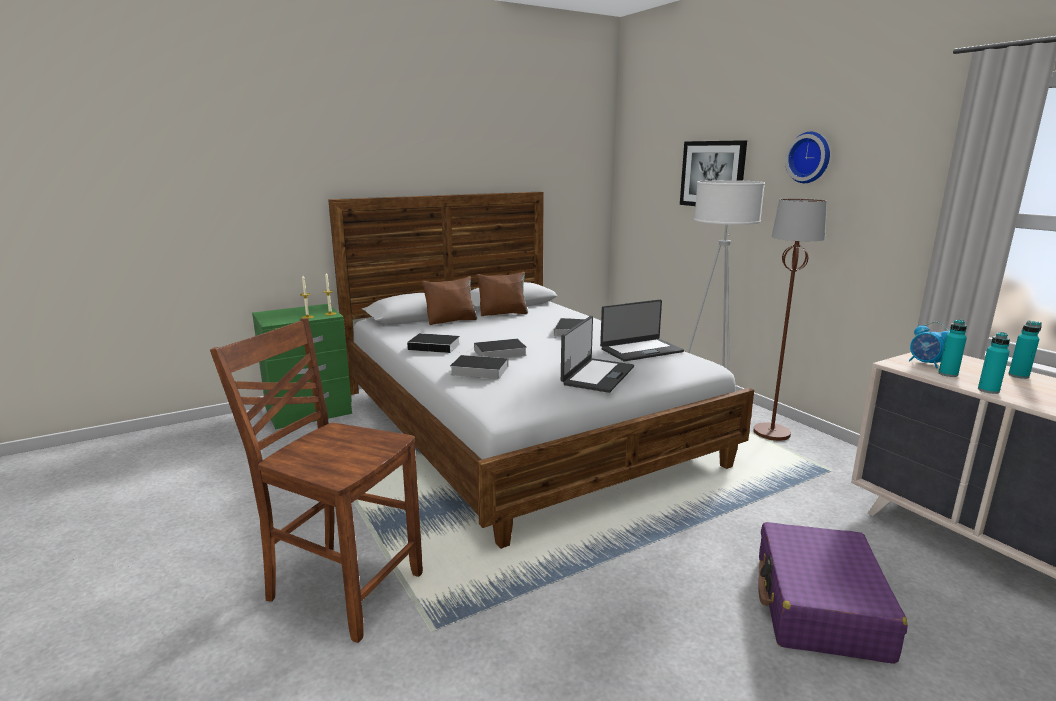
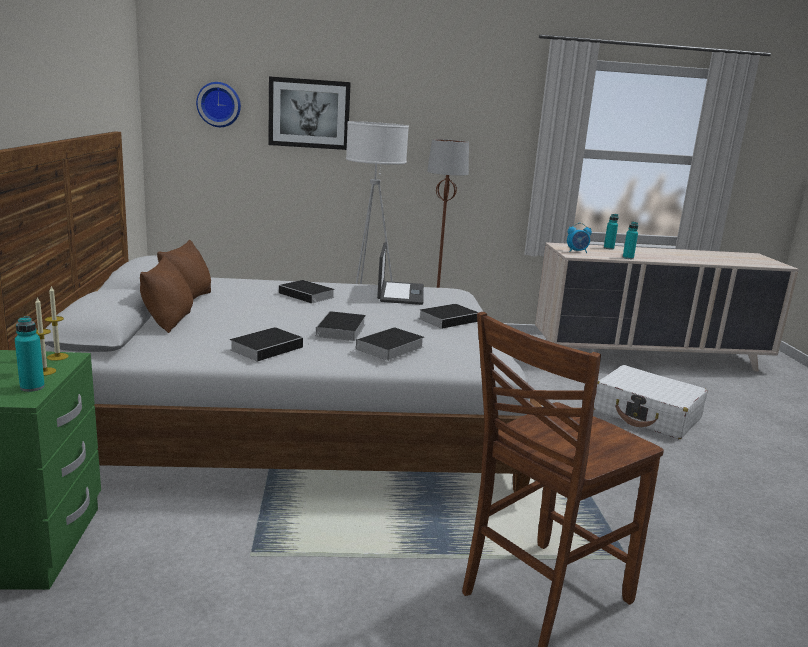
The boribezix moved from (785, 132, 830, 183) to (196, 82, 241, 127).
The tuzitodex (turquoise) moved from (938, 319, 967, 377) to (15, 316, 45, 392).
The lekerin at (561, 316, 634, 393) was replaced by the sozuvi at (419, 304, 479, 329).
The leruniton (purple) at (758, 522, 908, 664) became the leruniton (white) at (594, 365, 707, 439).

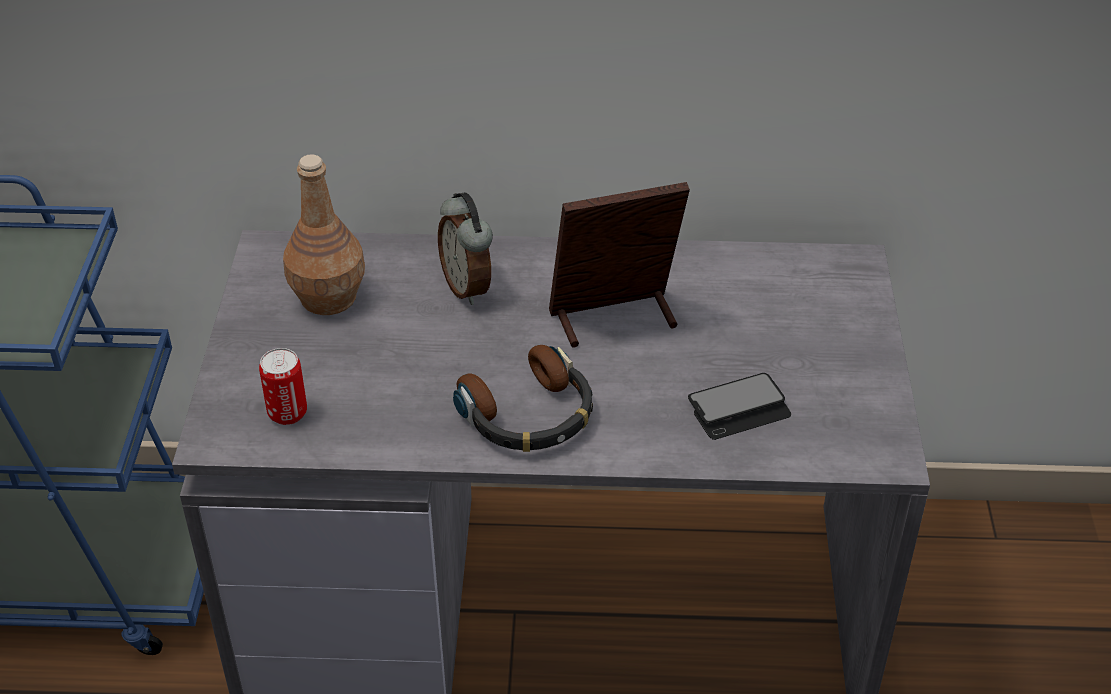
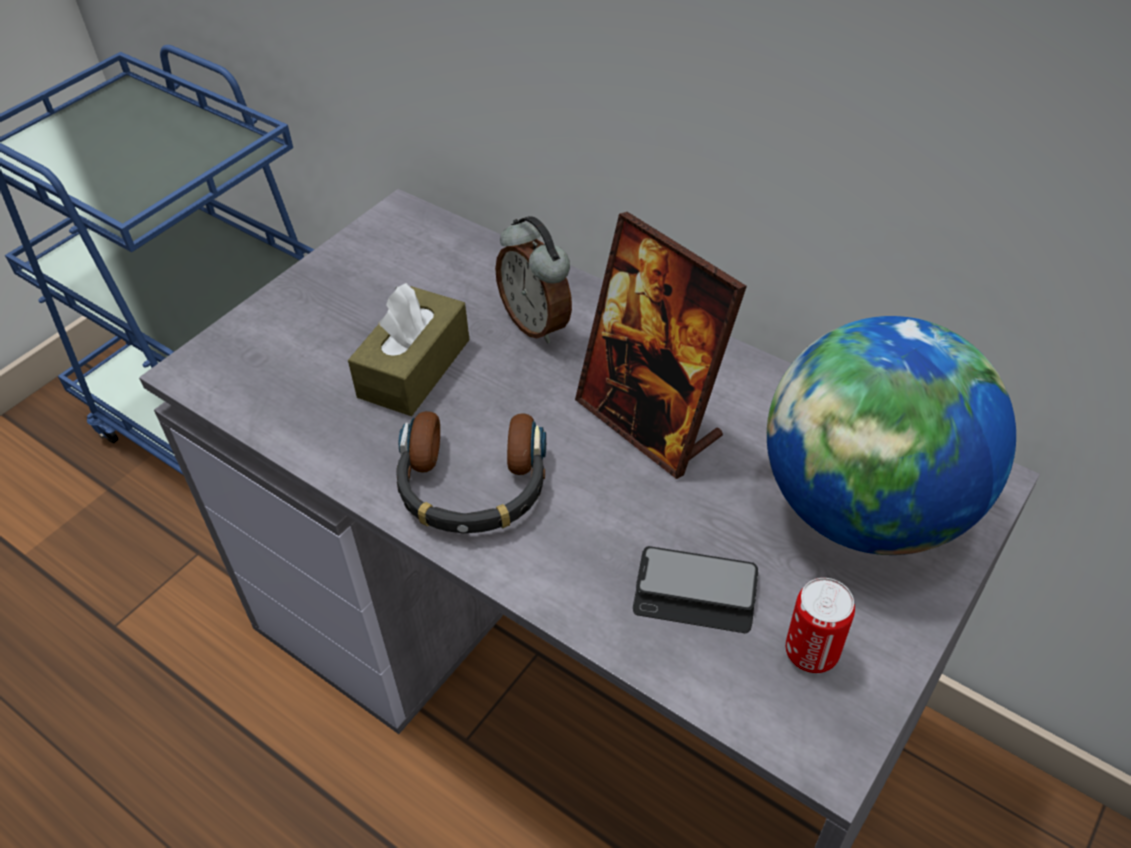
The tuzitodex (brown) at (283, 154, 365, 315) disappeared.
The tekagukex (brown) at (348, 283, 469, 416) appeared.
The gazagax at (767, 316, 1016, 555) appeared.
The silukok moved from (259, 348, 307, 425) to (786, 578, 855, 673).
The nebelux at (438, 192, 493, 305) turned 45 degrees counterclockwise.
The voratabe at (549, 182, 690, 348) turned 150 degrees counterclockwise.

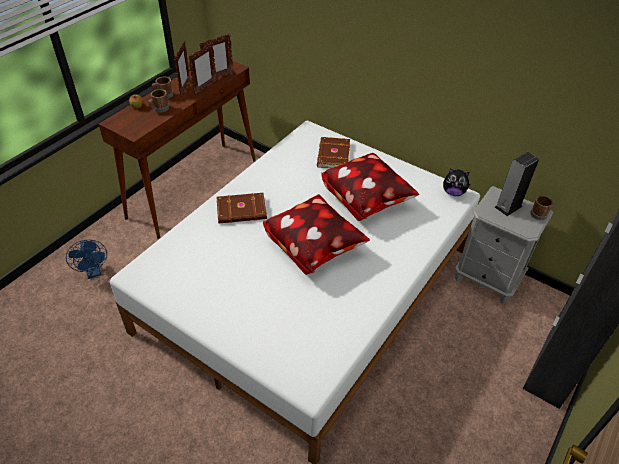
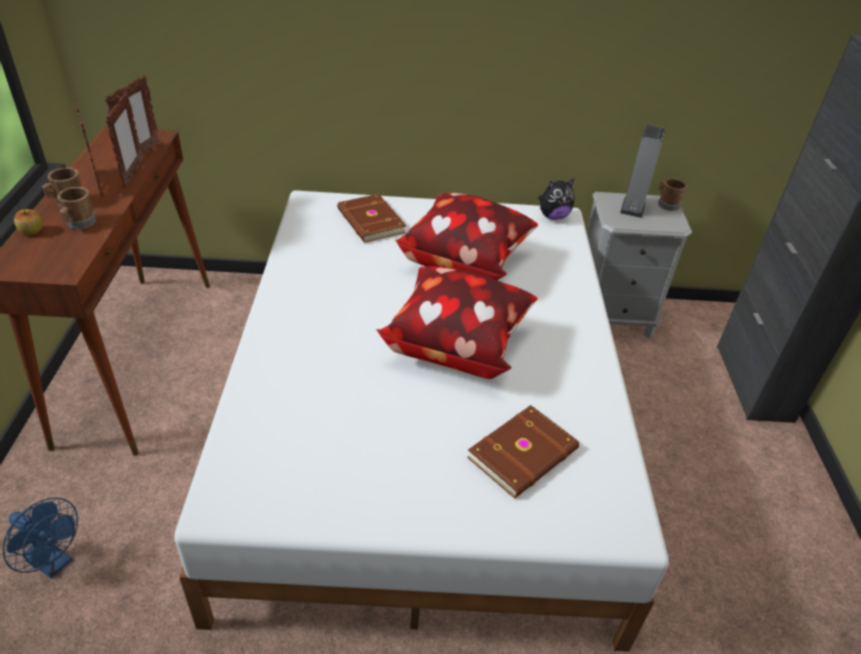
The sozuvi (brown) moved from (217, 193, 267, 223) to (467, 405, 579, 498).

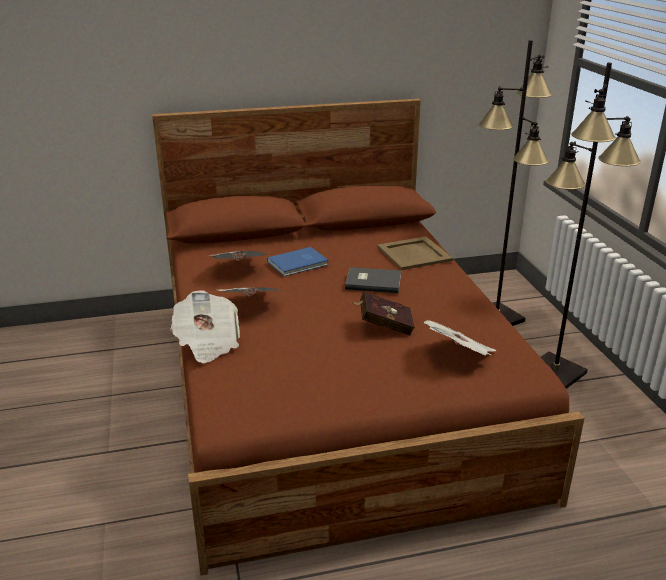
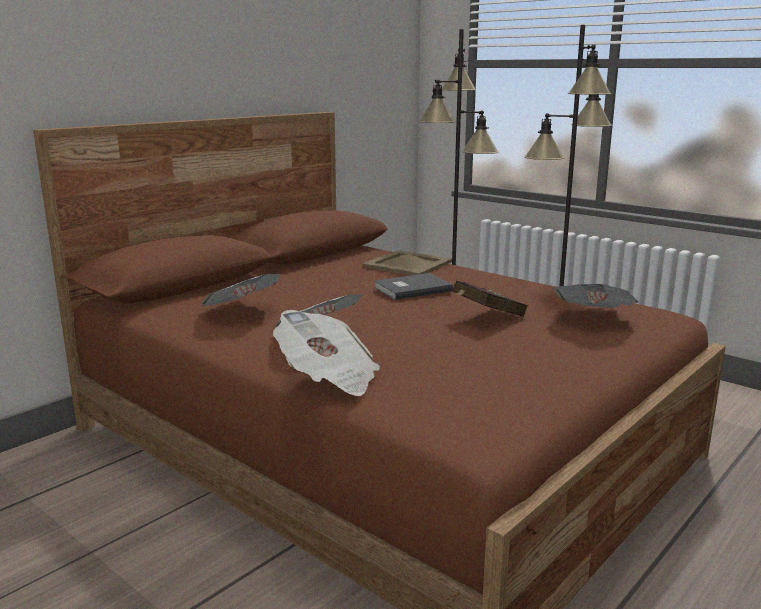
The sozuvi (blue) at (267, 247, 329, 276) disappeared.

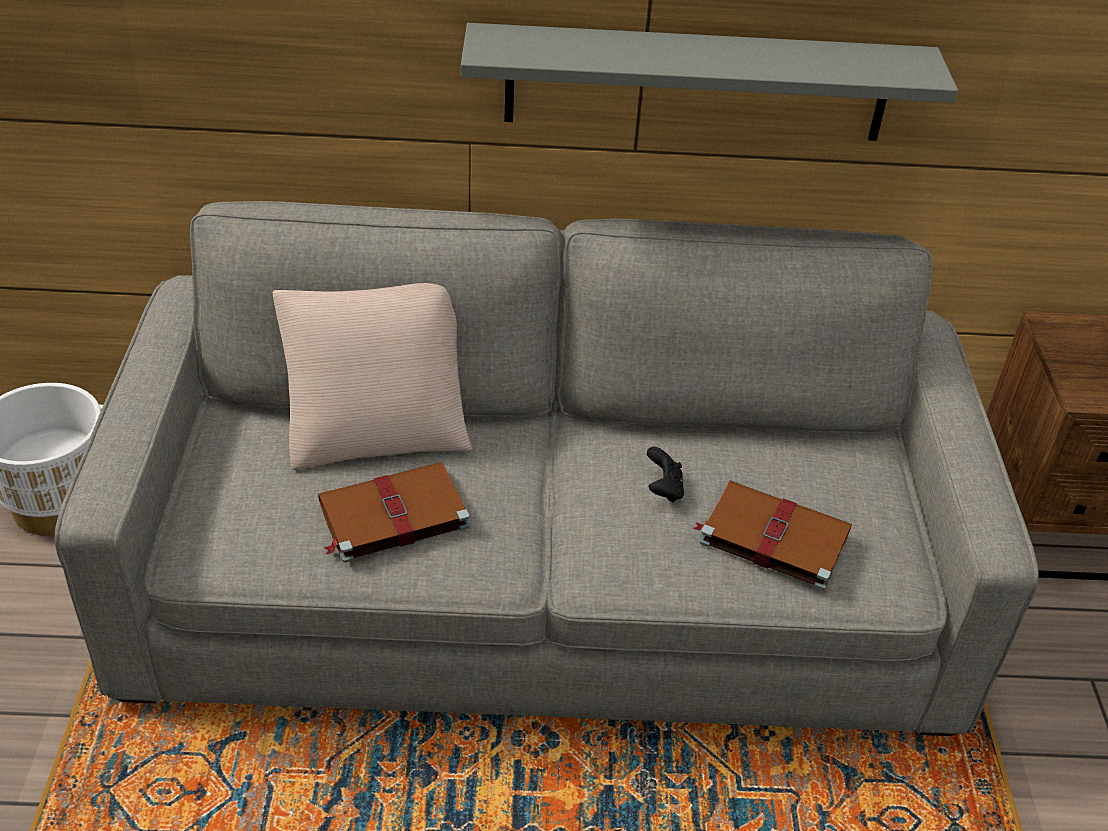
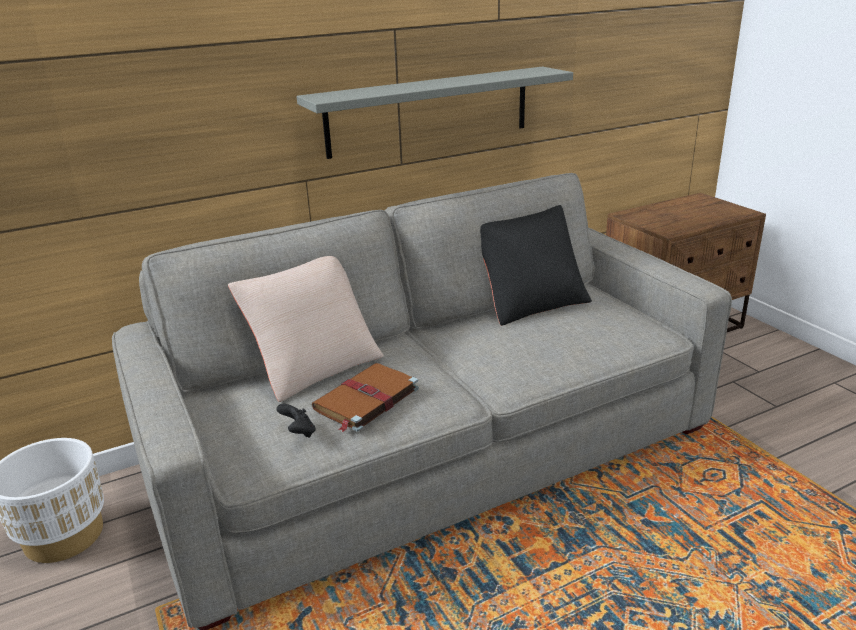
The sozuvi (brown) at (693, 481, 852, 590) disappeared.
The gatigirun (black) at (480, 205, 592, 326) appeared.
The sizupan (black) moved from (647, 447, 684, 503) to (277, 404, 316, 438).

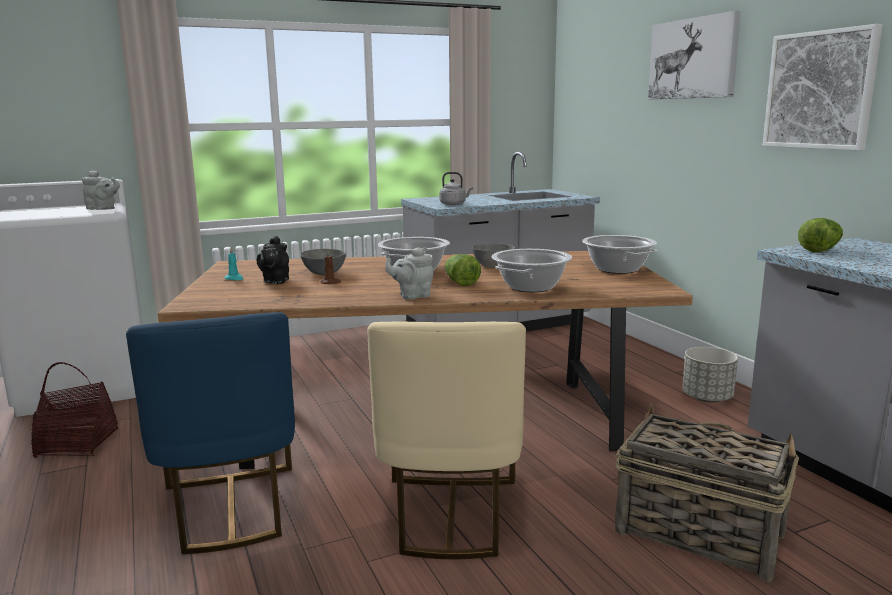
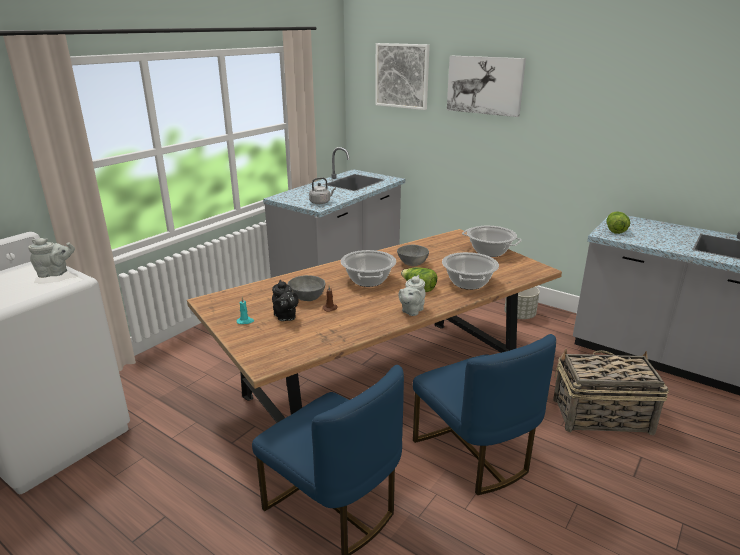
The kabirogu at (31, 362, 118, 458) disappeared.
The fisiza moved from (763, 24, 883, 151) to (375, 43, 430, 110).
The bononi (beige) at (367, 322, 526, 559) became the bononi (blue) at (413, 334, 556, 495).

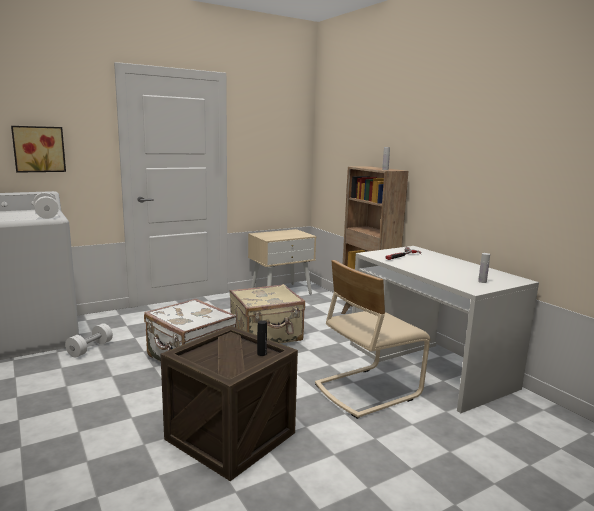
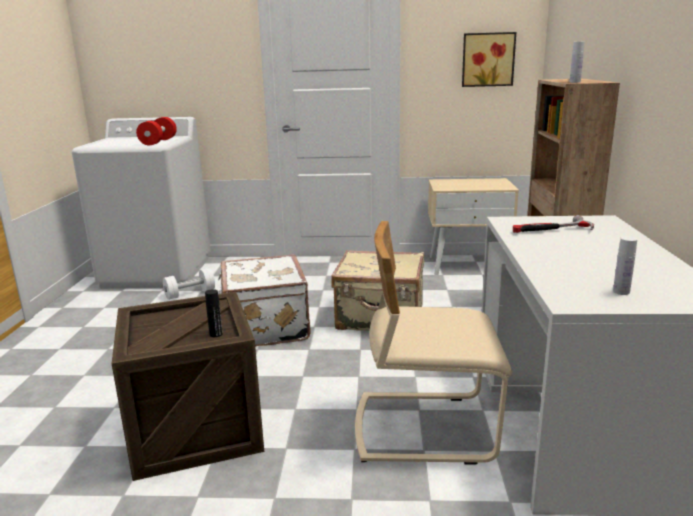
The fisiza moved from (11, 126, 66, 173) to (462, 32, 516, 87).
The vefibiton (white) at (33, 192, 59, 219) became the vefibiton (red) at (136, 117, 177, 145).

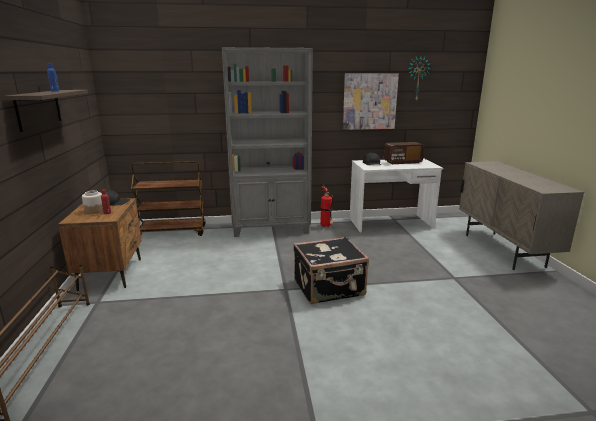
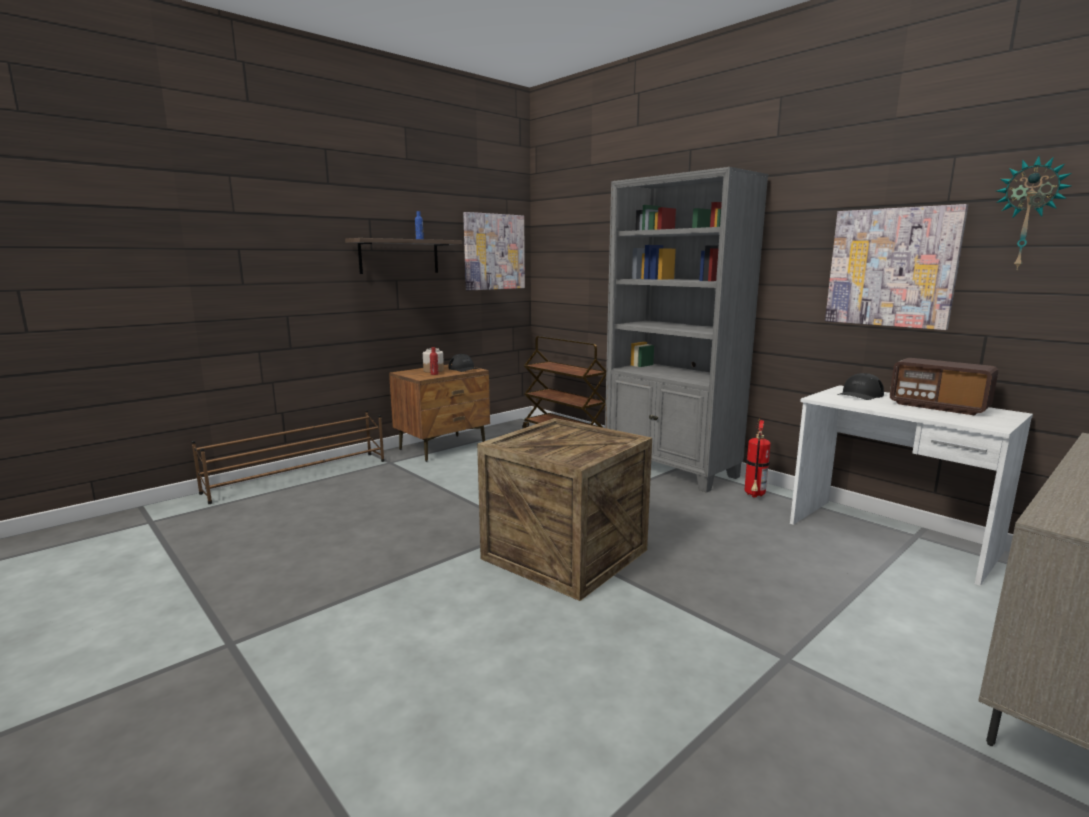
The fisiza at (463, 212, 525, 291) appeared.
The leruniton (black) at (293, 236, 369, 304) was replaced by the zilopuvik at (477, 418, 652, 601).

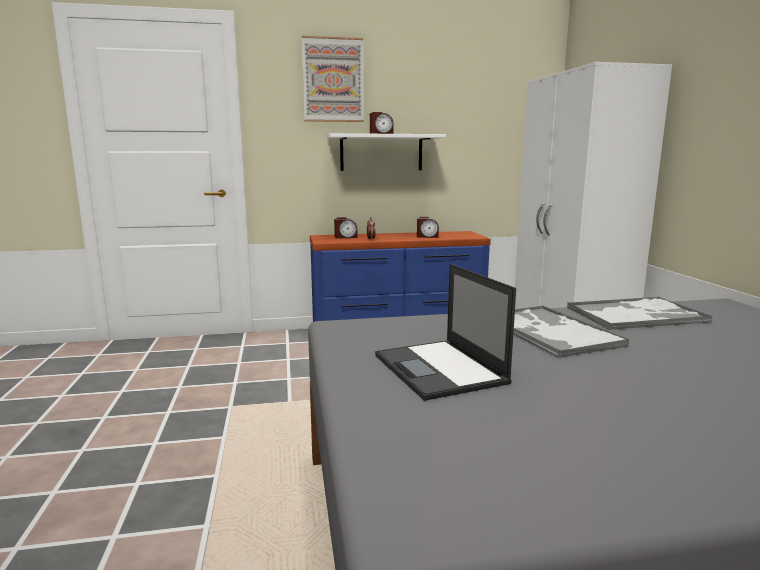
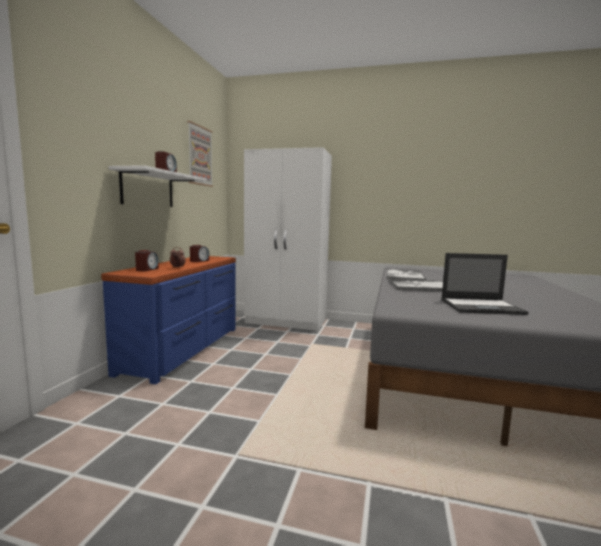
The fisiza moved from (302, 36, 364, 122) to (187, 121, 213, 187).

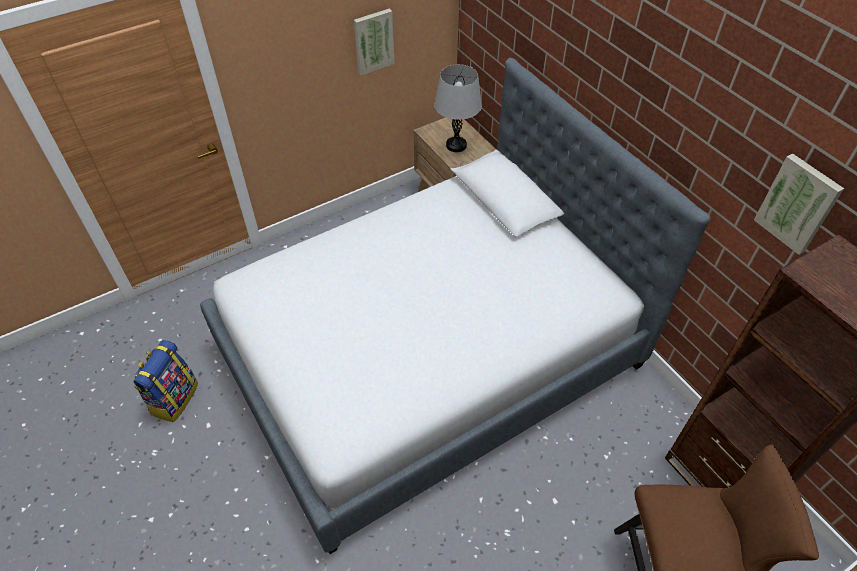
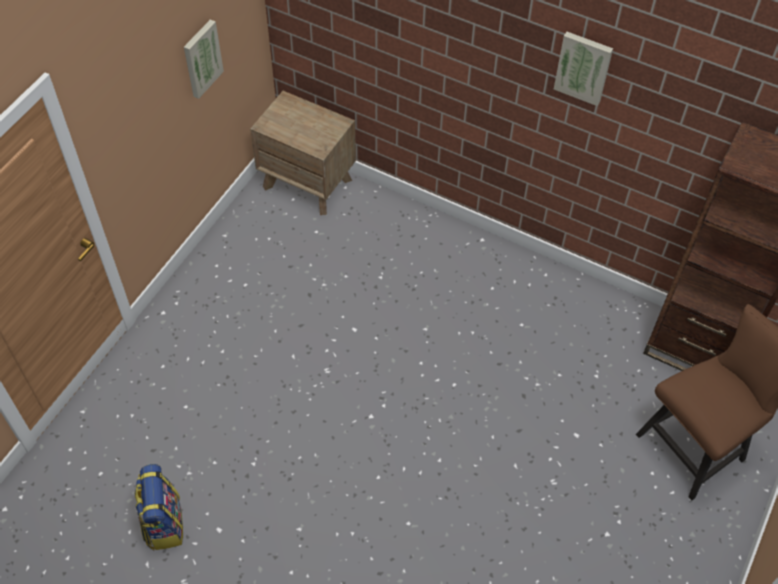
The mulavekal at (200, 58, 710, 554) disappeared.
The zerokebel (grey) at (434, 64, 482, 152) disappeared.
The fisiza moved from (754, 153, 844, 255) to (554, 32, 613, 106).

